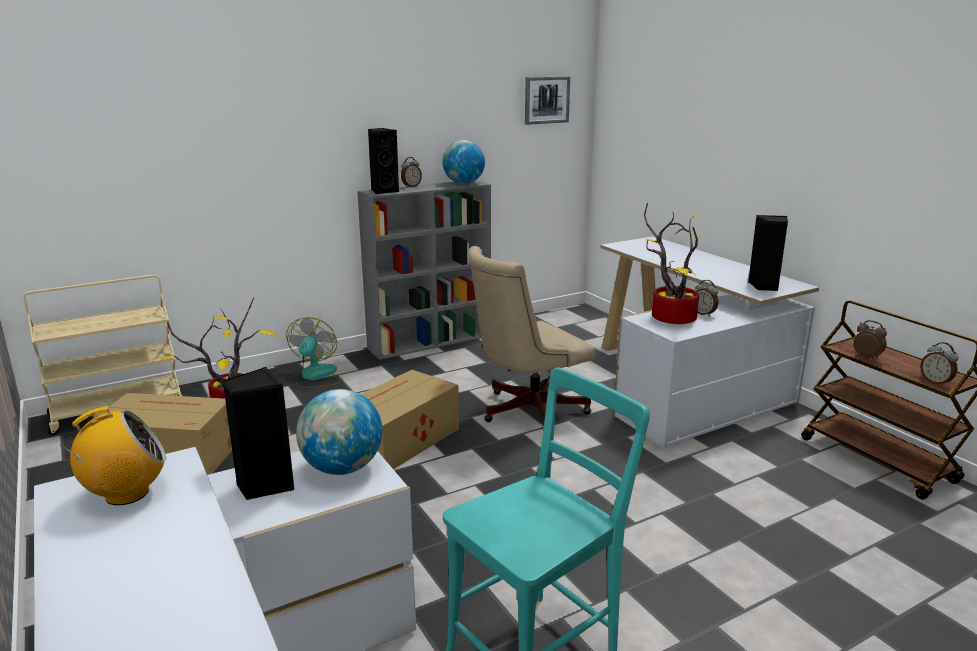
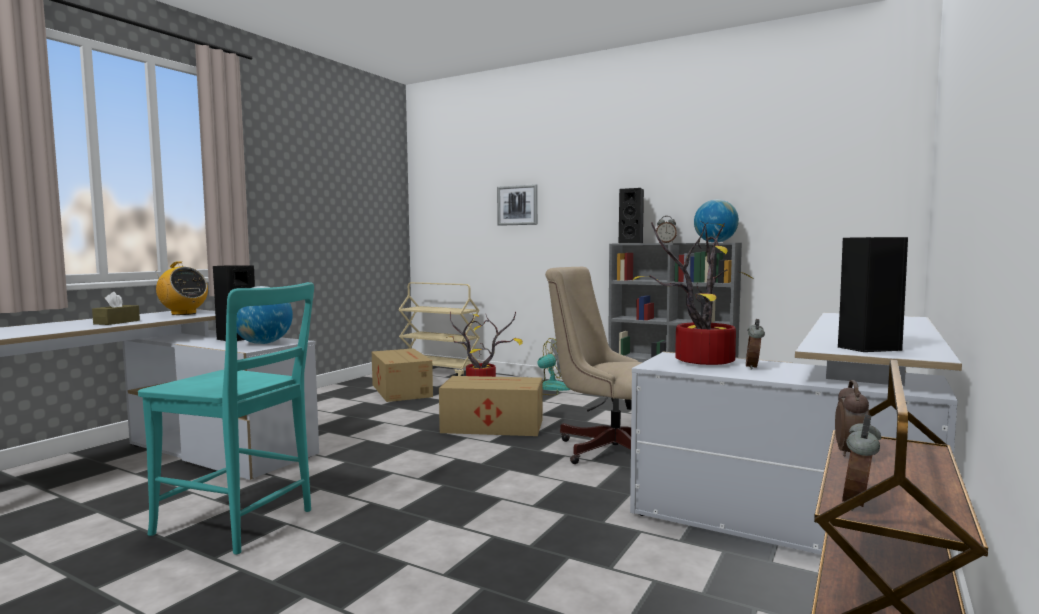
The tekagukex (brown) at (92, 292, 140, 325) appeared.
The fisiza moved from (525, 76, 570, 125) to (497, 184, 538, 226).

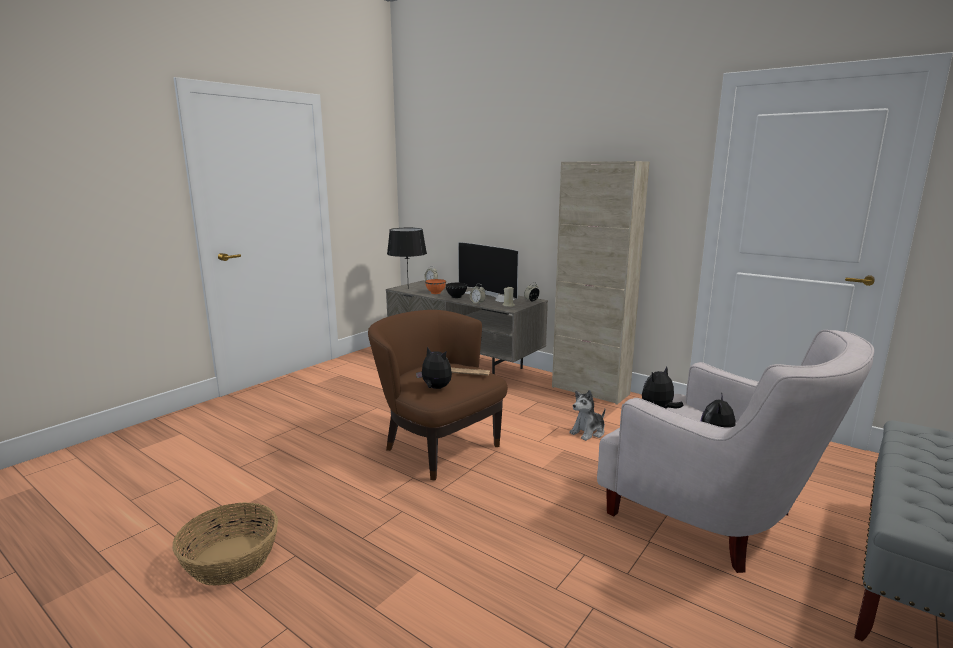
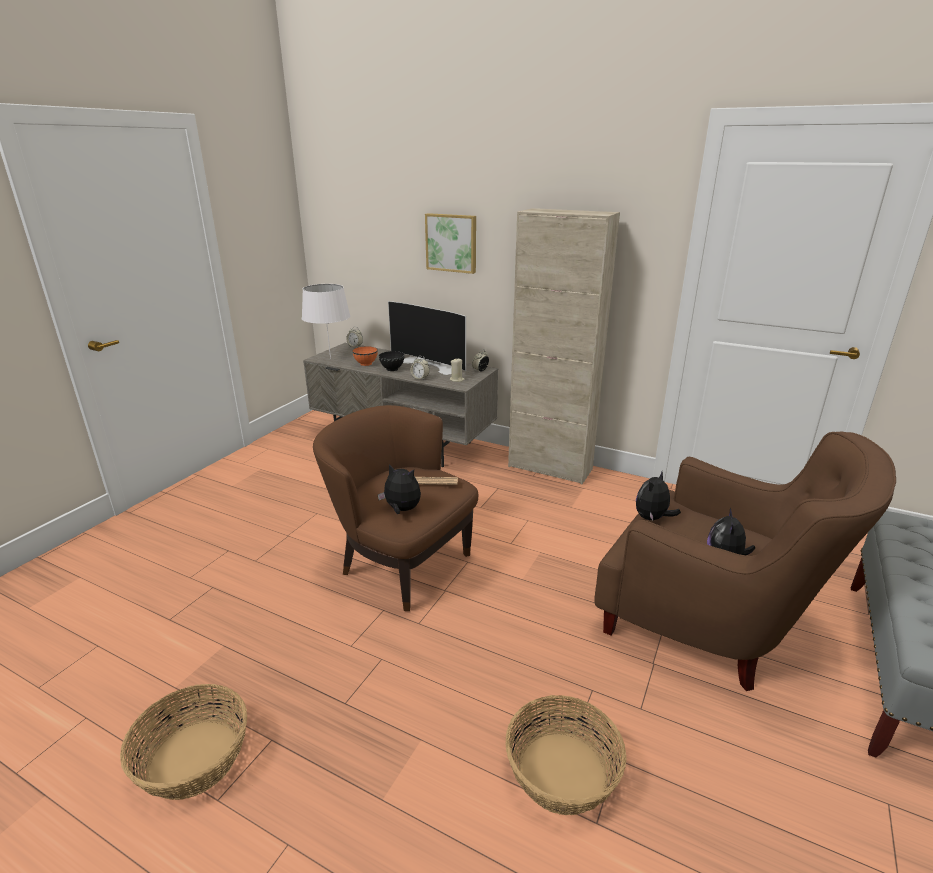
The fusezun at (569, 390, 605, 441) disappeared.
The fisiza at (425, 213, 476, 274) appeared.
The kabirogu at (505, 695, 626, 815) appeared.
The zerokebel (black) at (387, 228, 427, 289) became the zerokebel (white) at (302, 284, 350, 359).
The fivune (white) at (597, 330, 874, 573) became the fivune (brown) at (594, 431, 896, 691).

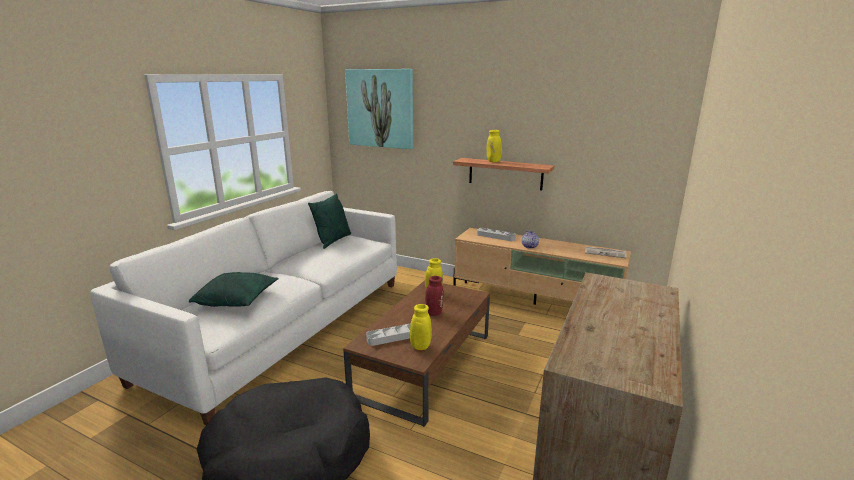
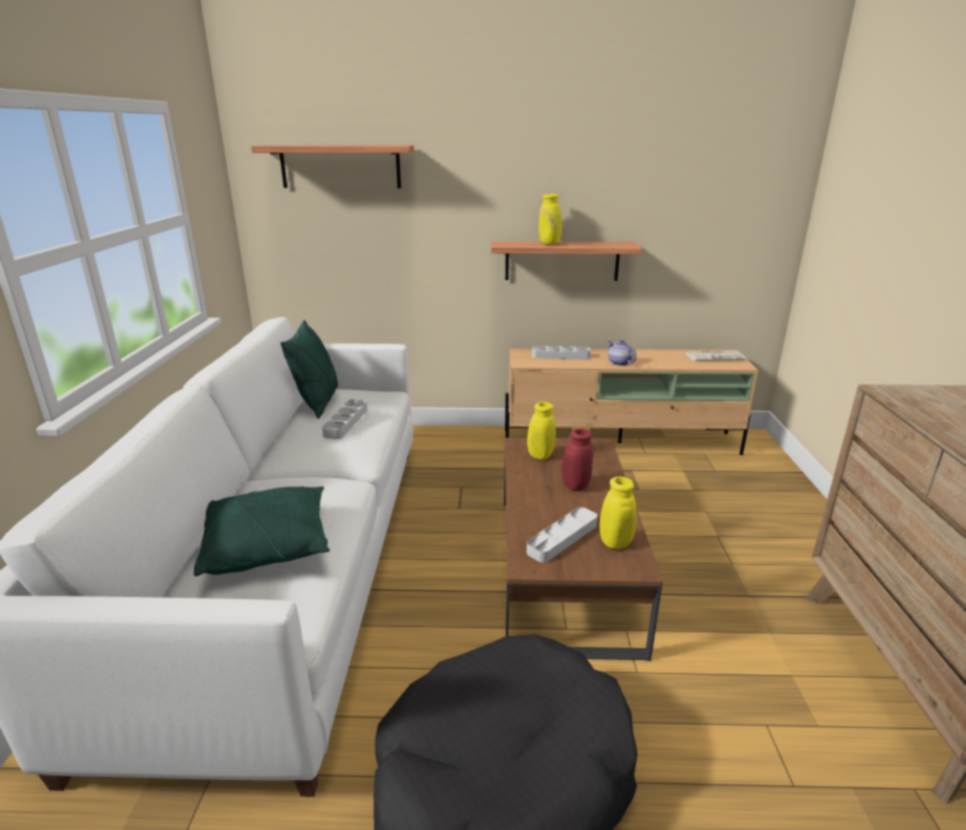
The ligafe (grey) at (322, 399, 367, 439) appeared.
The fisiza at (345, 69, 413, 149) was replaced by the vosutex at (251, 145, 414, 188).

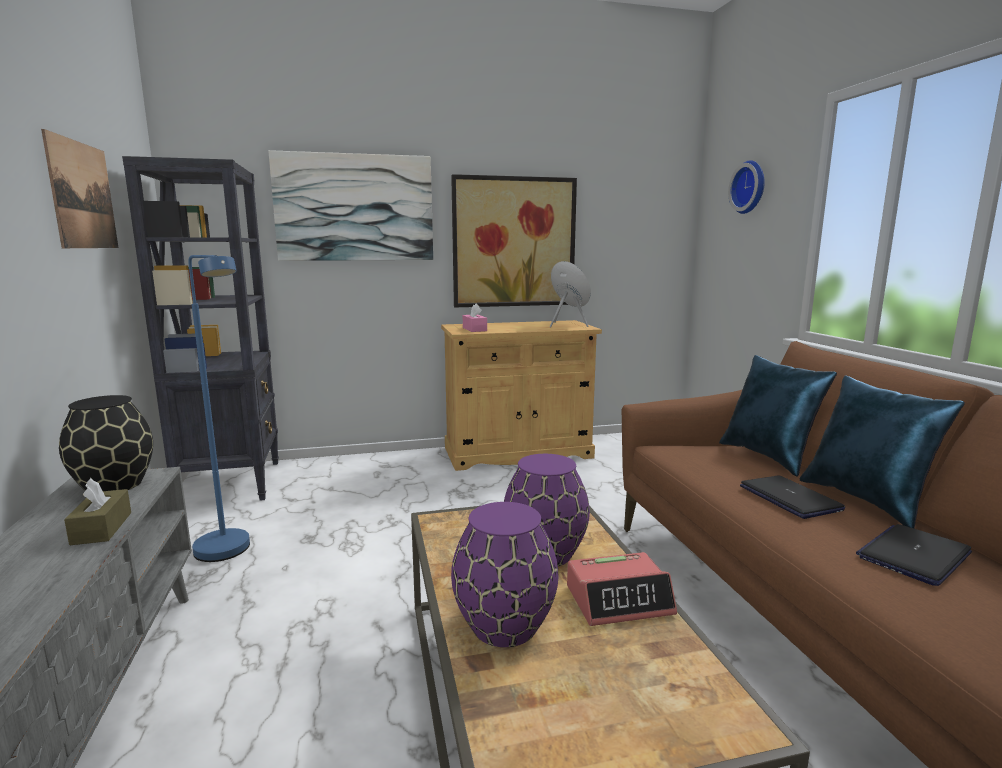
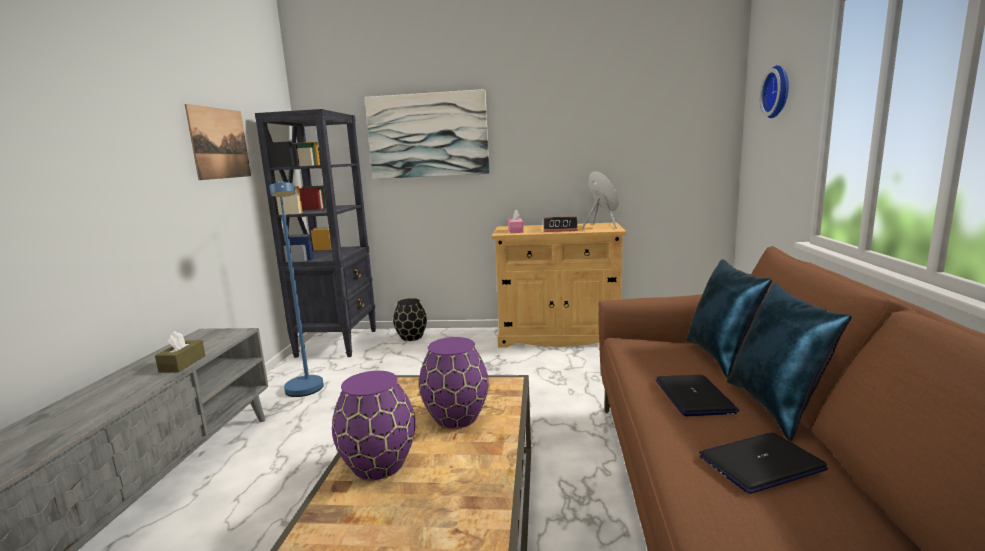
The fisiza at (451, 174, 577, 307) disappeared.
The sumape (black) moved from (59, 395, 153, 491) to (393, 298, 427, 341).
The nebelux moved from (567, 552, 677, 626) to (543, 216, 578, 232).

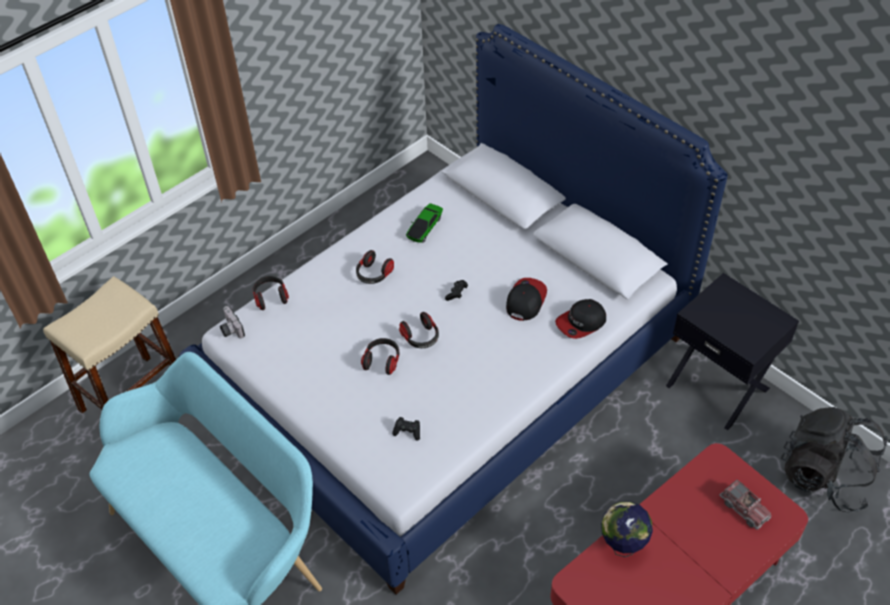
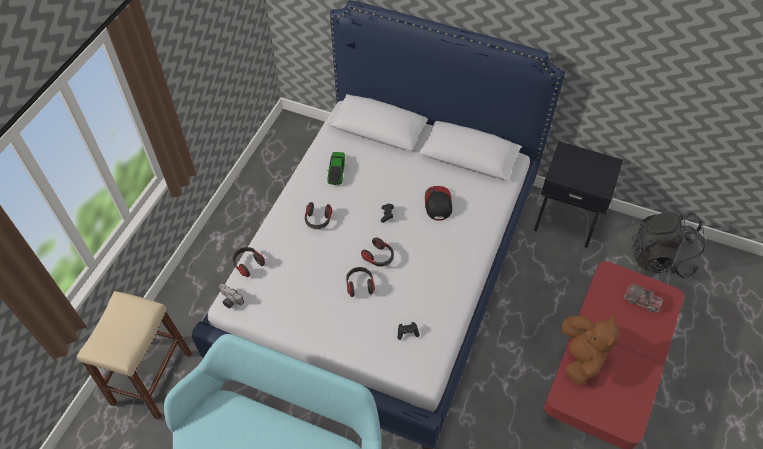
The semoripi at (555, 299, 606, 339) disappeared.
The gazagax at (601, 501, 653, 557) was replaced by the fusezun (brown) at (561, 315, 619, 385).

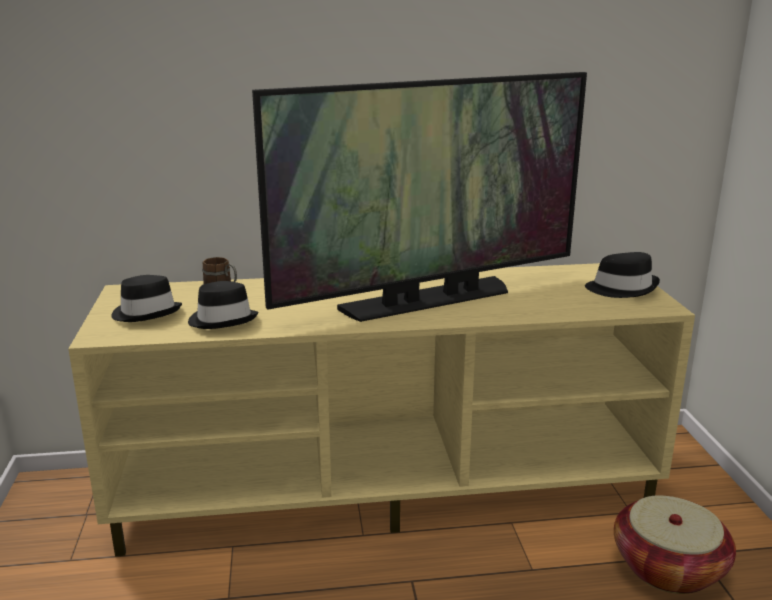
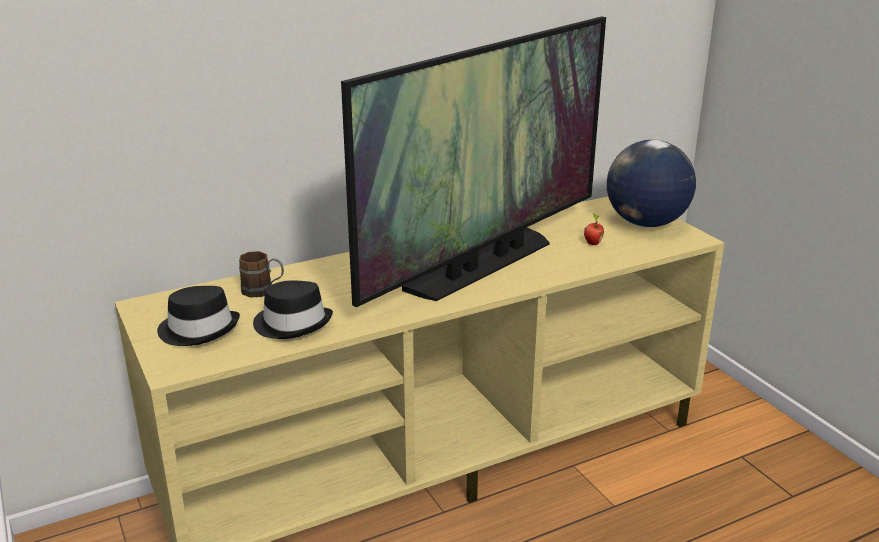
The kabirogu at (614, 496, 736, 594) disappeared.
The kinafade at (584, 213, 604, 245) appeared.
The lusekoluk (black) at (585, 252, 660, 298) was replaced by the gazagax at (607, 140, 696, 227).

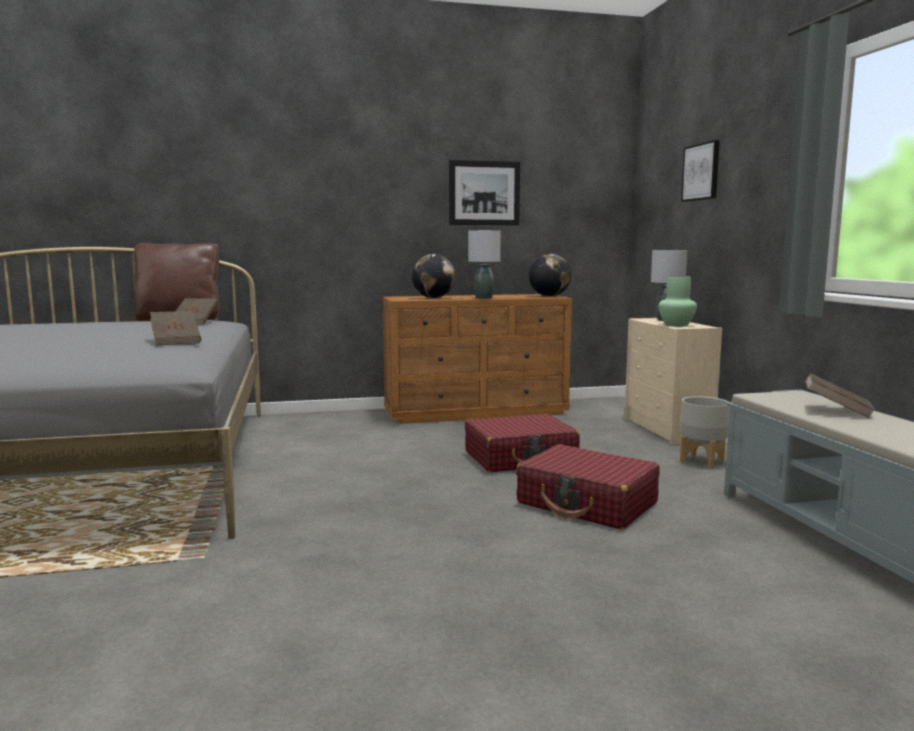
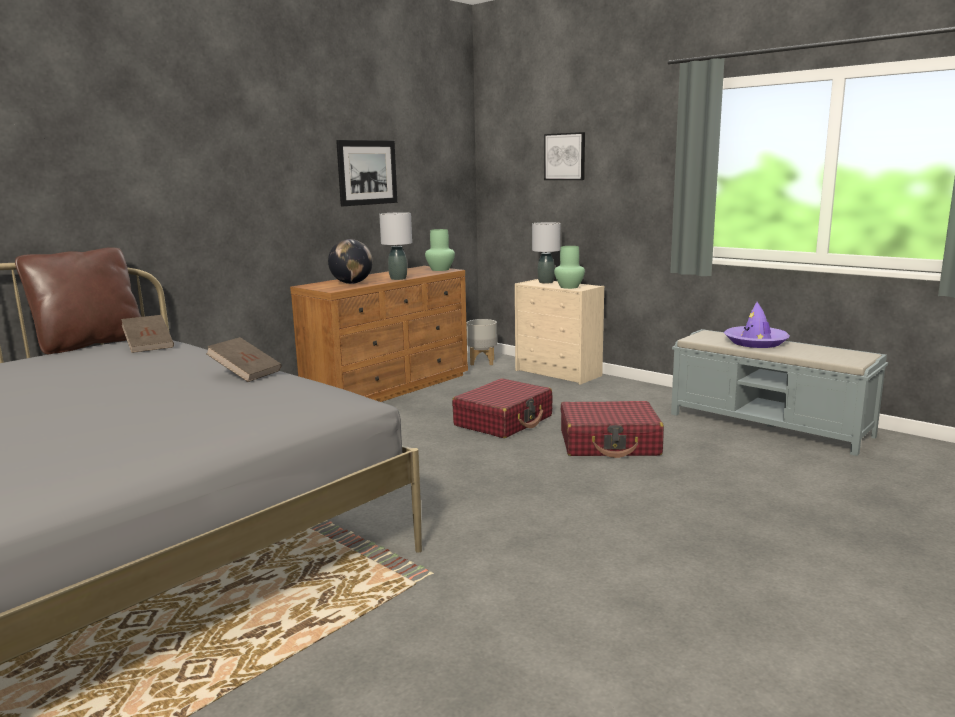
The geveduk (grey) moved from (680, 396, 730, 469) to (466, 319, 497, 365).
The gazagax at (529, 253, 571, 296) was replaced by the sumape (green) at (425, 229, 455, 271).
The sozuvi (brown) at (805, 373, 875, 418) was replaced by the lusekoluk (purple) at (724, 302, 790, 348).

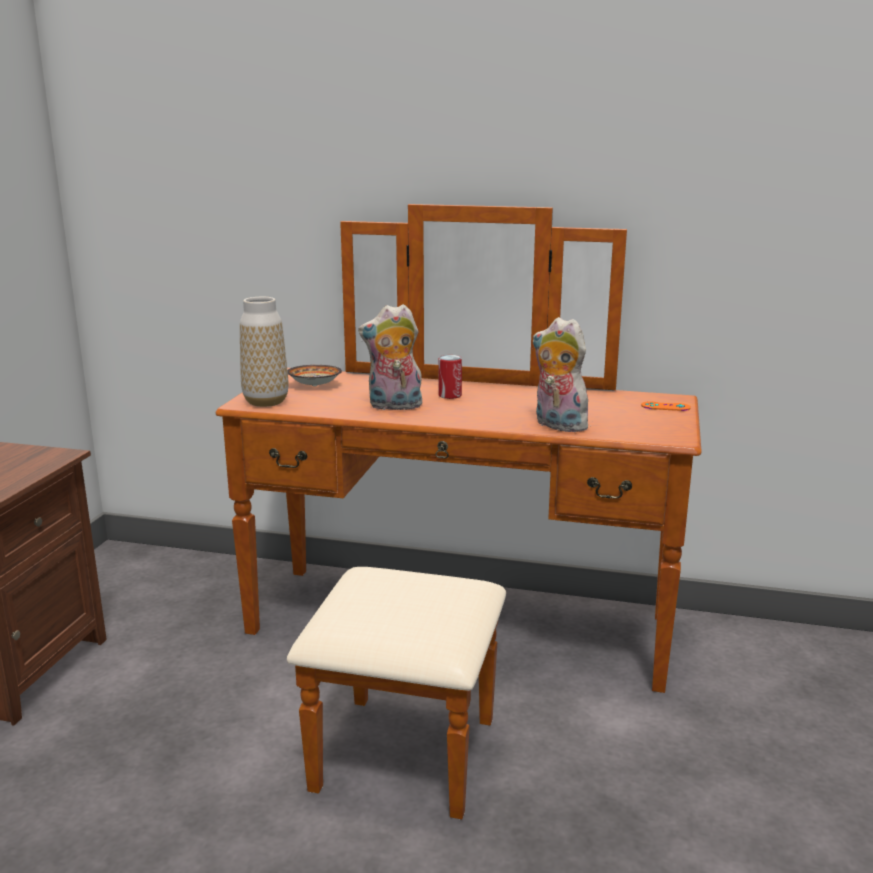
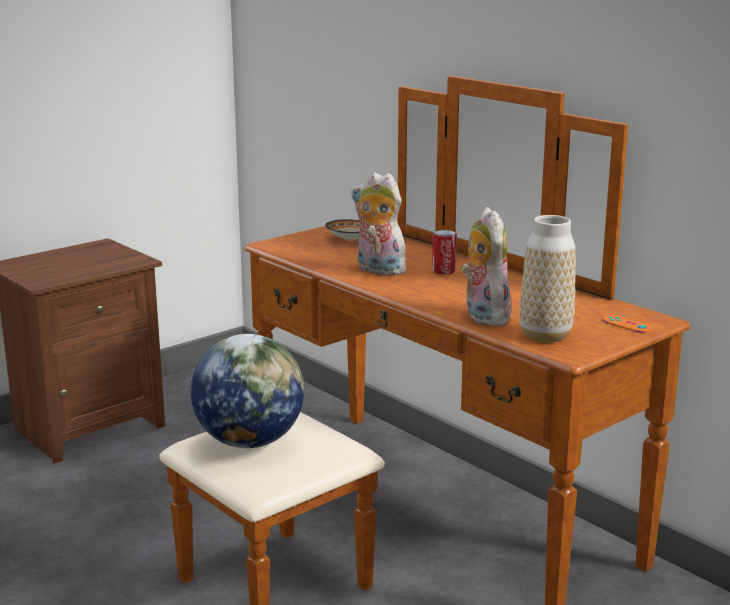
The gazagax at (191, 334, 304, 448) appeared.
The sumape moved from (240, 297, 288, 407) to (519, 215, 575, 343).

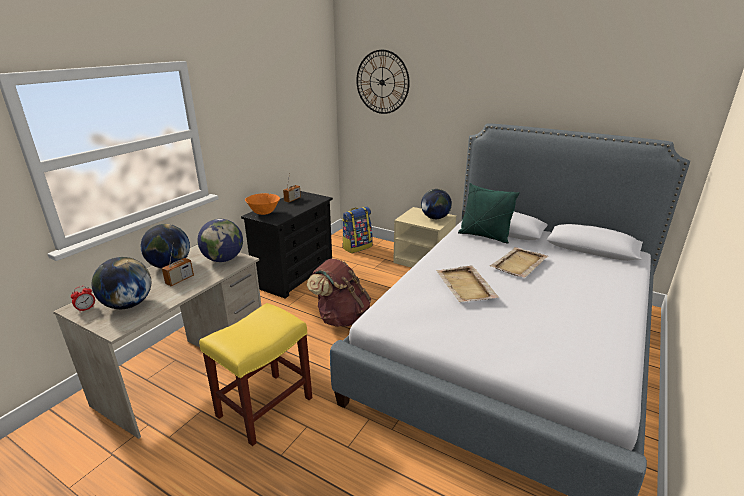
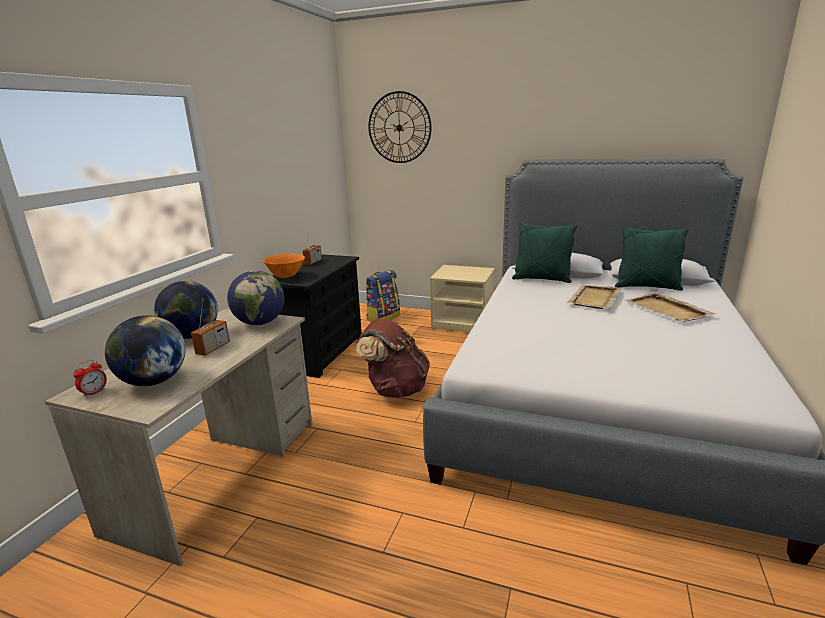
The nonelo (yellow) at (199, 303, 312, 446) disappeared.
The gazagax at (421, 189, 452, 219) disappeared.
The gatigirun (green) at (615, 226, 689, 291) appeared.
The ligafe (beige) moved from (436, 265, 499, 302) to (625, 292, 716, 322).

